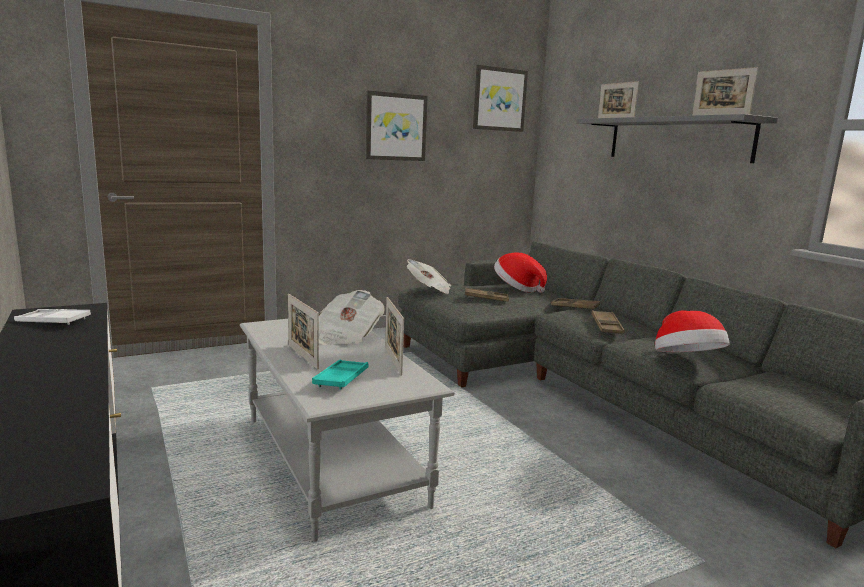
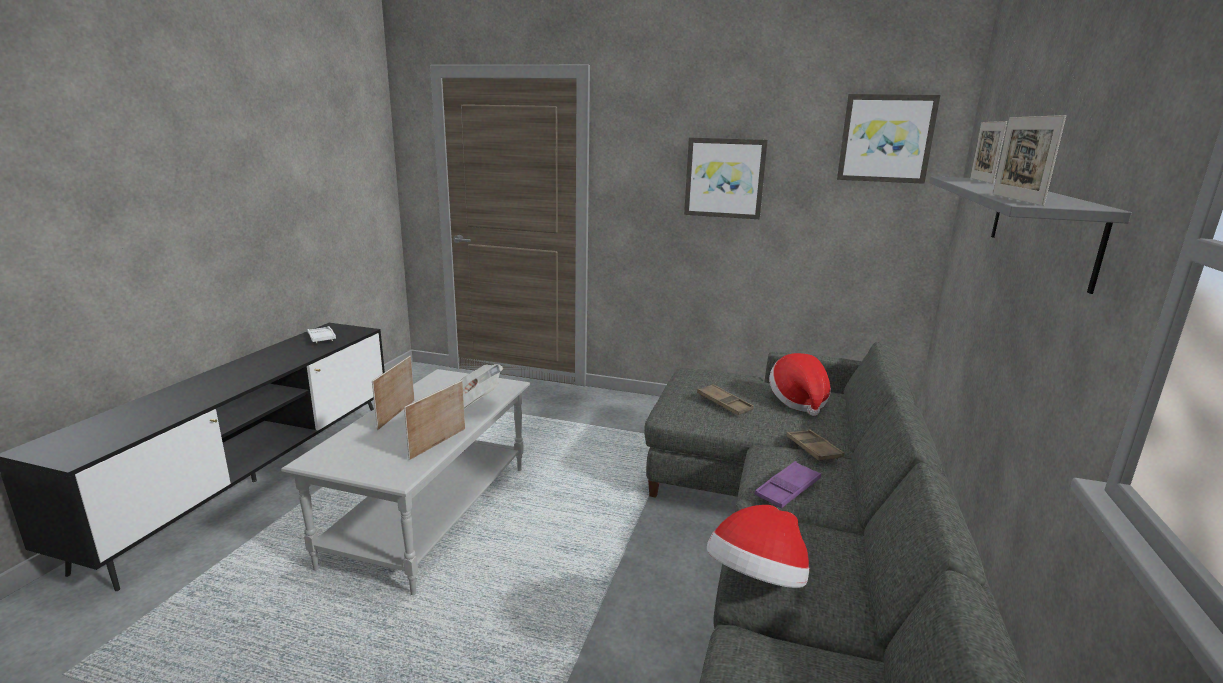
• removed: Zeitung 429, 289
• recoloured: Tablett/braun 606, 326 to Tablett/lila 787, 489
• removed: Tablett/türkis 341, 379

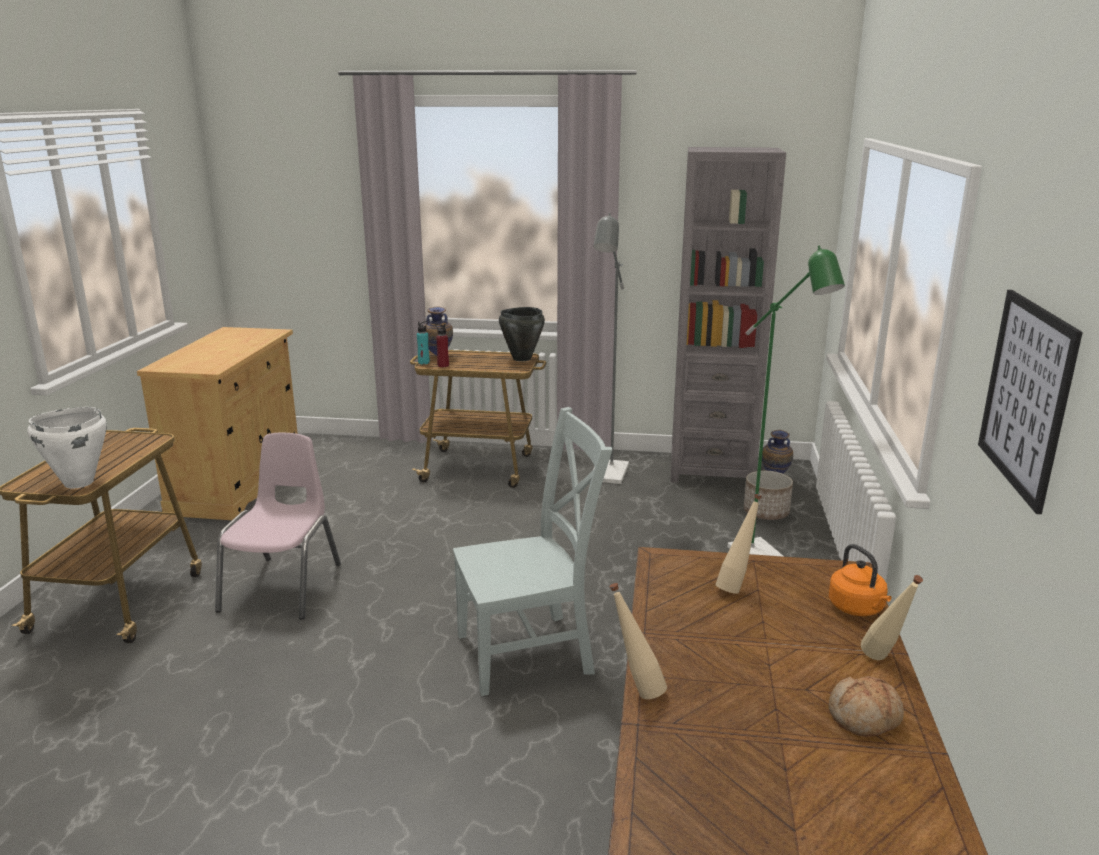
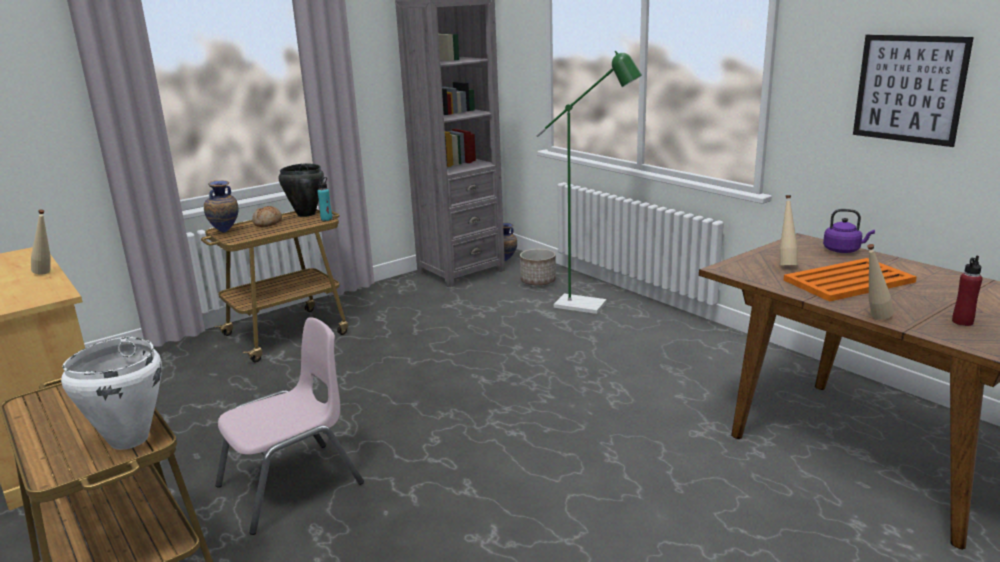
• removed: Stehlampe/grau 607, 476
• moved: Flasche/türkis 424, 362 to 326, 219
• moved: Flasche/rot 443, 365 to 962, 322
• removed: Stuhl/grau 530, 652
• turned: Stuhl/rosa 283, 587 = 291, 485 90 degrees clockwise
• recoloured: Wasserkessel/orange 858, 609 to Wasserkessel/lila 843, 250
• moved: Flasche/beige 884, 662 to 48, 273
• moved: Brot 865, 718 to 268, 223
• added: Tablett/orange 847, 281

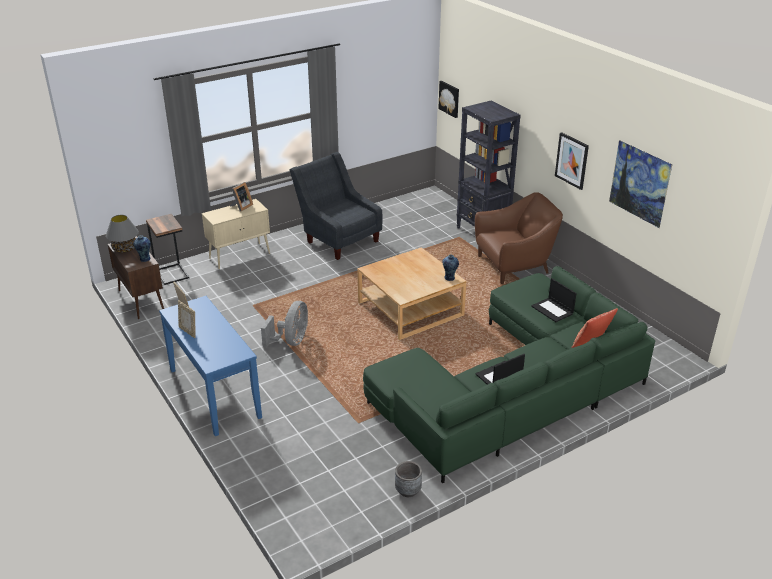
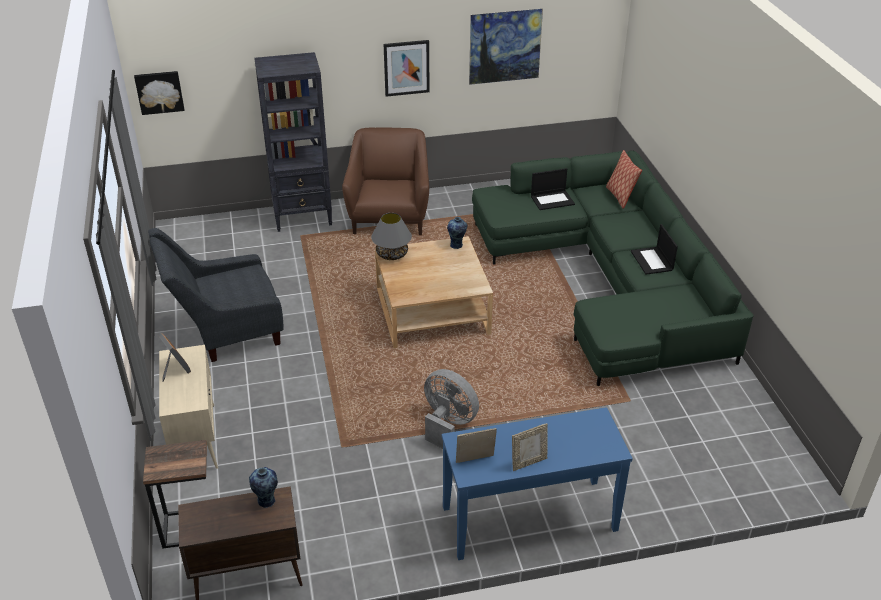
• moved: Tischlampe/grau 125, 248 to 392, 254
• removed: Pflanzkübel/grau 408, 490

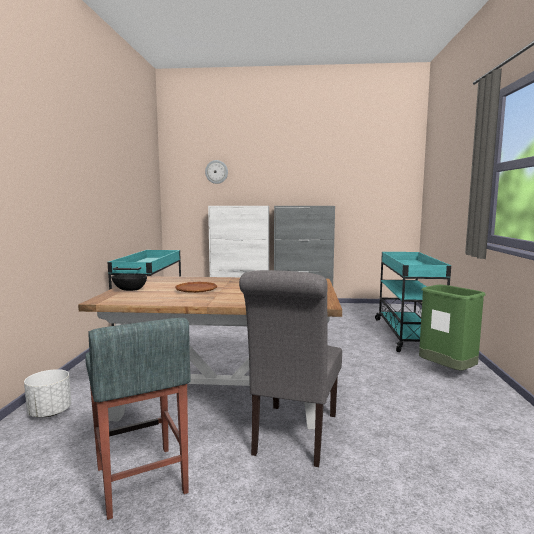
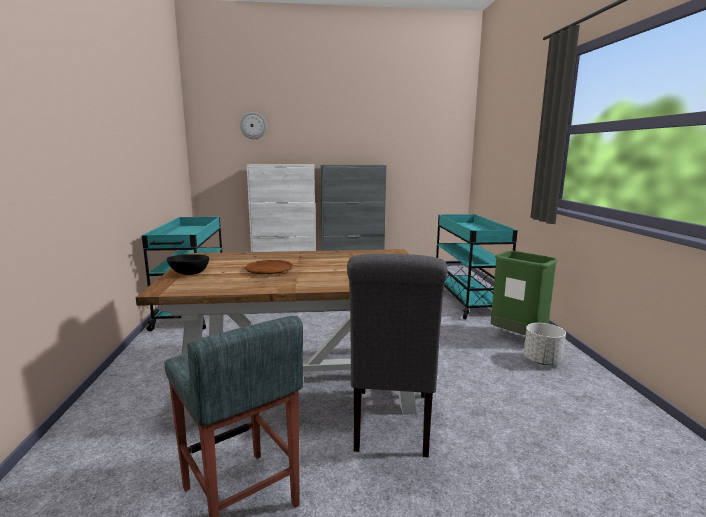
• moved: Pflanzkübel/weiß 49, 412 to 541, 361

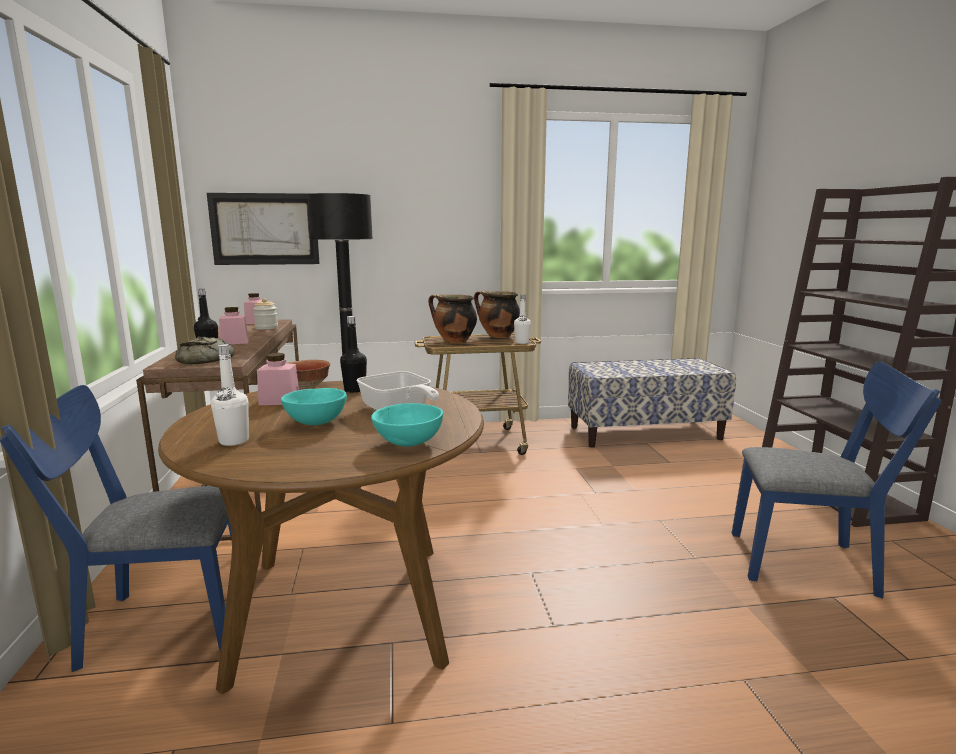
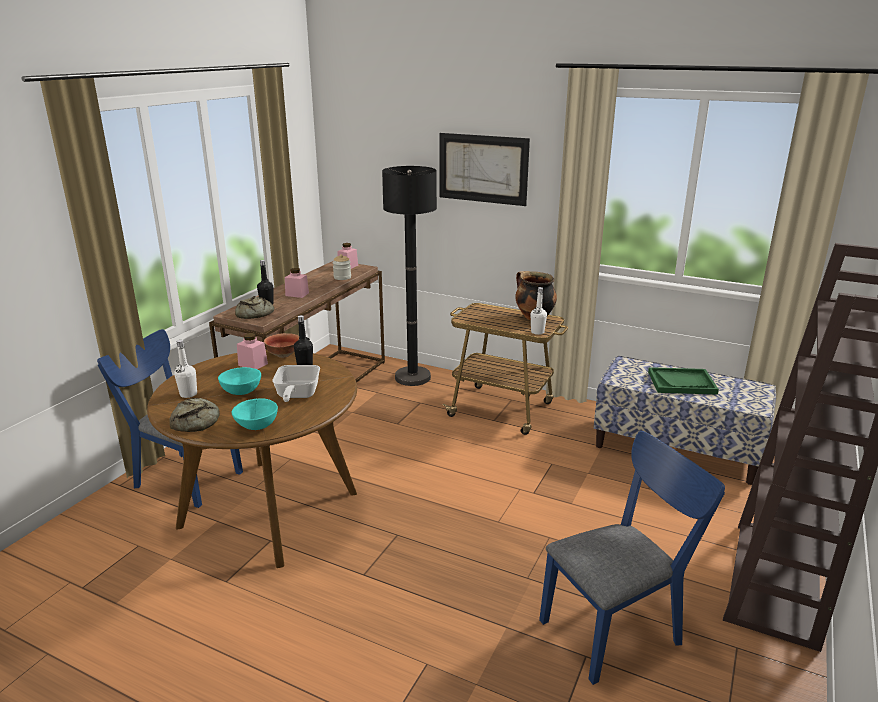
• moved: Bild 264, 229 to 482, 169
• removed: Kochtopf 453, 341
• turned: Stuhl/blau 813, 563 = 618, 627 75 degrees counterclockwise
• added: Tablett/grün 682, 383
• added: Brot 197, 421

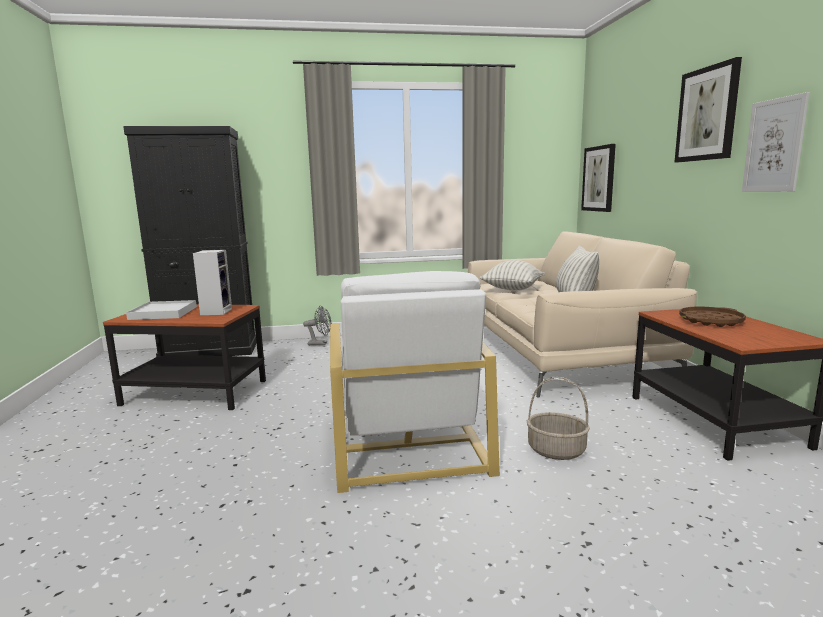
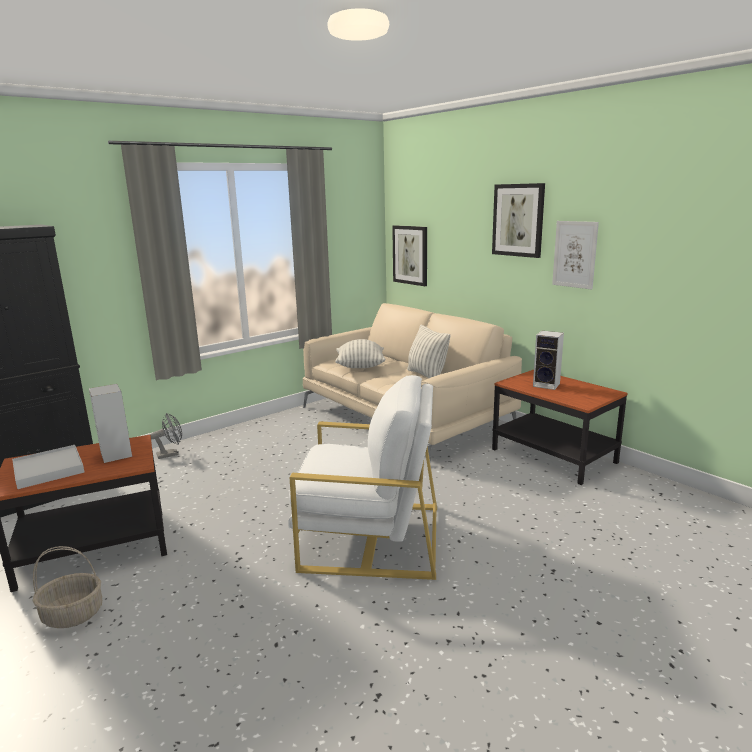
• turned: Sessel/weiß 407, 443 = 370, 536 45 degrees counterclockwise
• replaced: Tablett/braun 711, 321 to Lautsprecher 547, 385
• moved: Korb 557, 450 to 73, 614

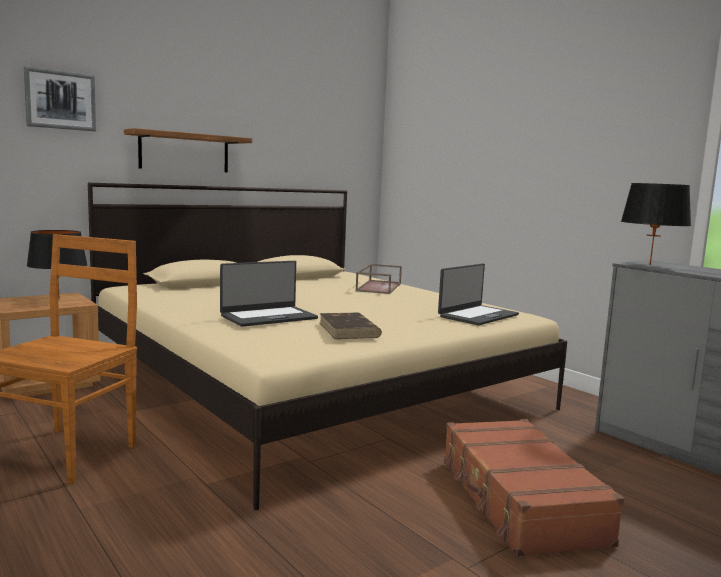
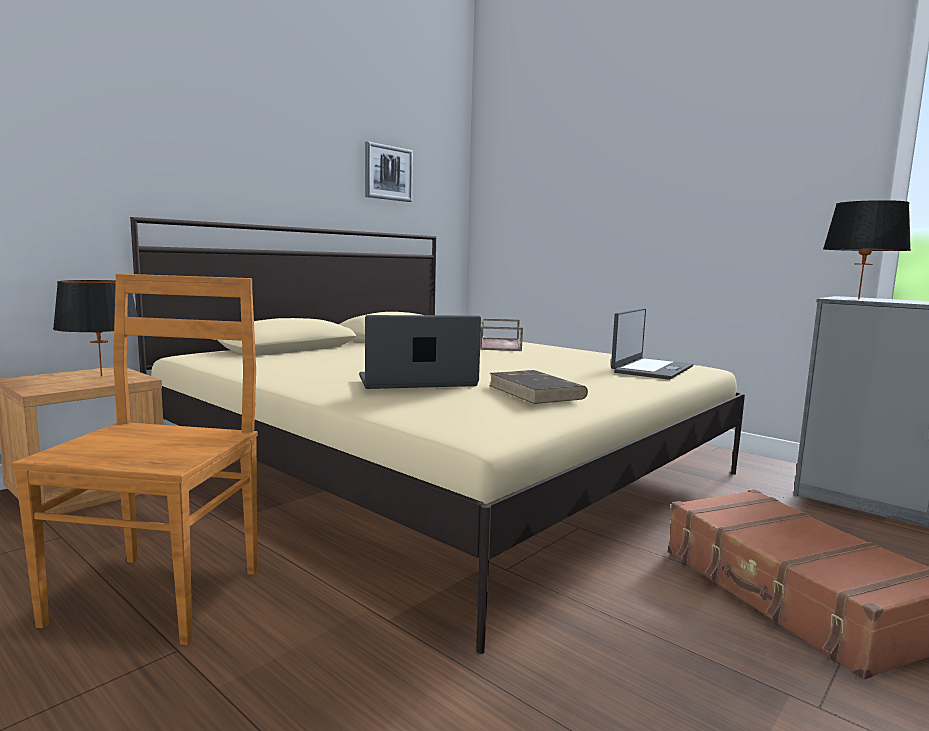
• moved: Bild 60, 100 to 388, 173
• removed: Wandregal 184, 152
• turned: Laptop 268, 317 = 417, 381 150 degrees counterclockwise

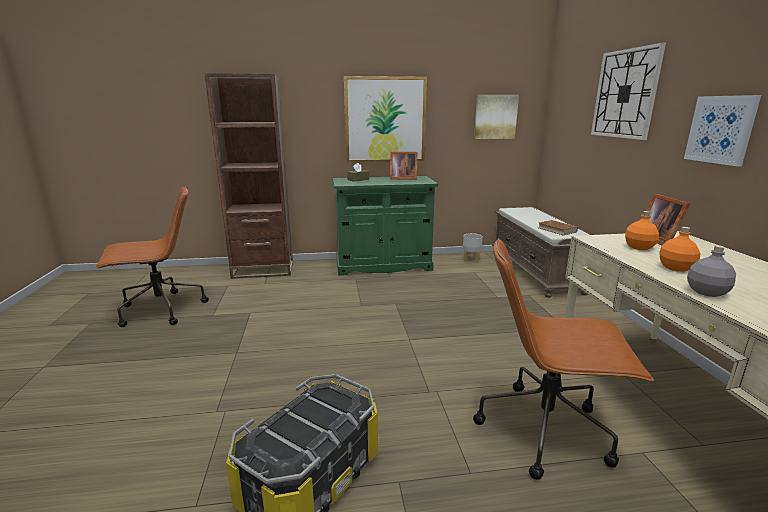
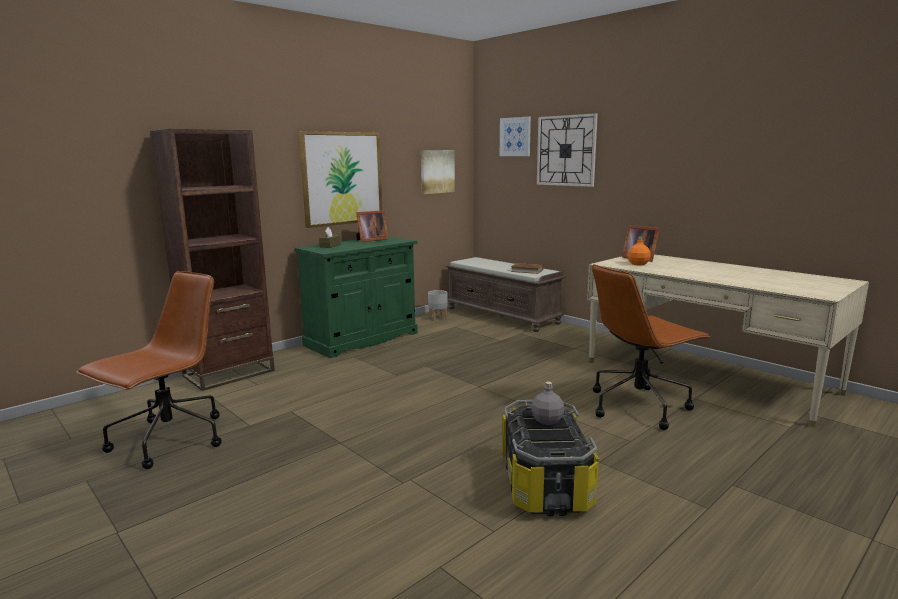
• moved: Bild 721, 129 to 515, 137
• removed: Flasche/orange 676, 268
• moved: Flasche/grau 707, 292 to 547, 421

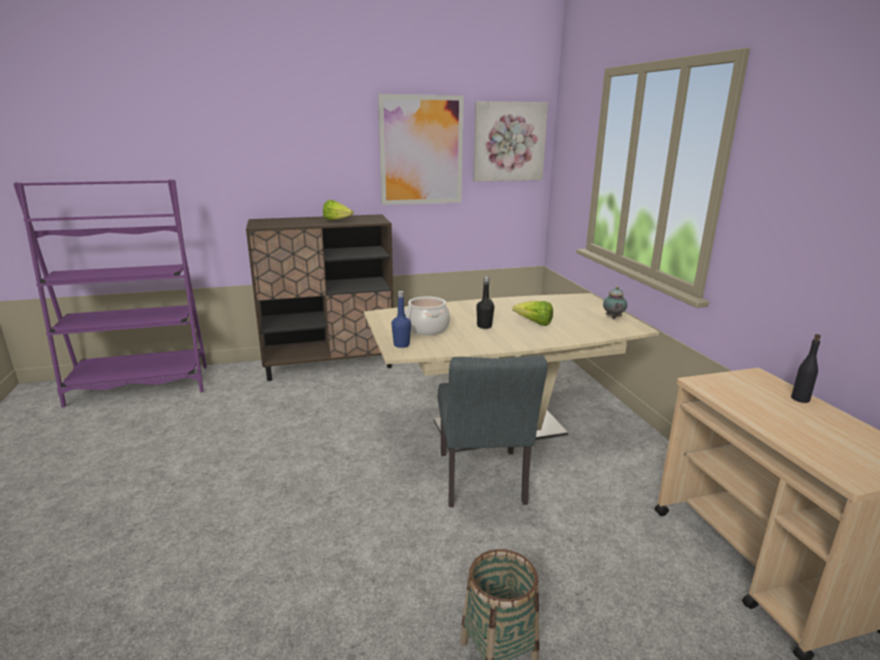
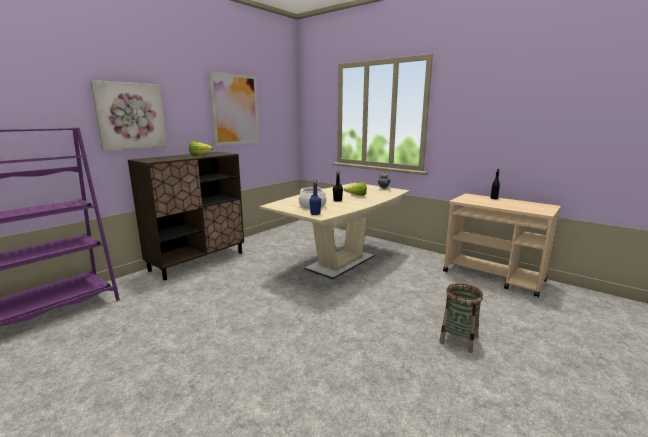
• moved: Bild 508, 142 to 130, 116
• removed: Stuhl/grau 483, 483

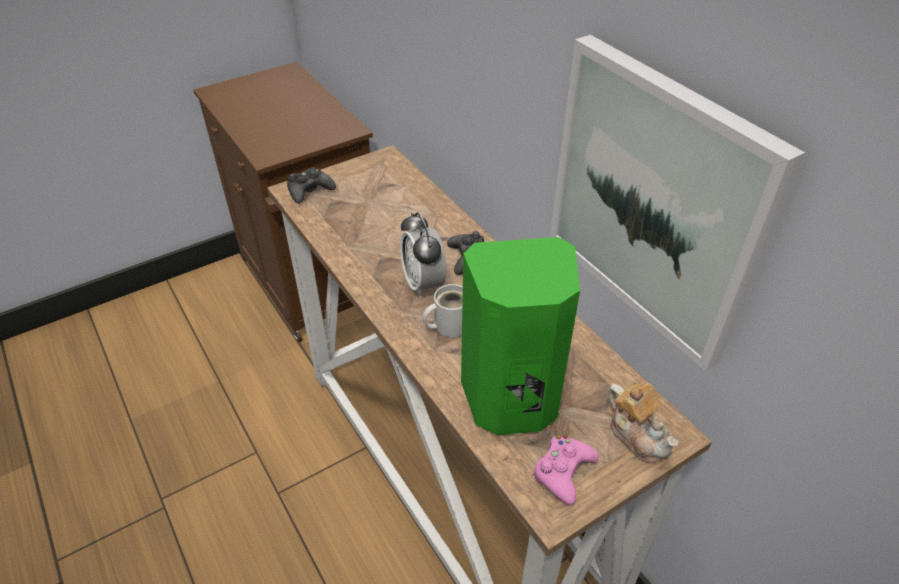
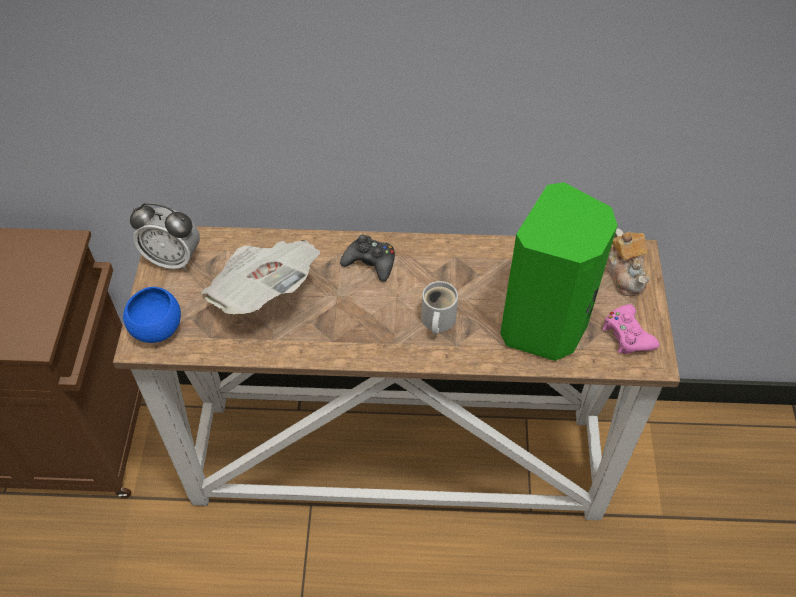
• removed: Bild 655, 201
• replaced: Gamepad/schwarz 309, 191 to Schüssel/blau 157, 328
• moved: Wecker 423, 283 to 173, 259
• turned: Teekanne 638, 435 = 626, 274 75 degrees clockwise
• added: Zeitung 263, 291

